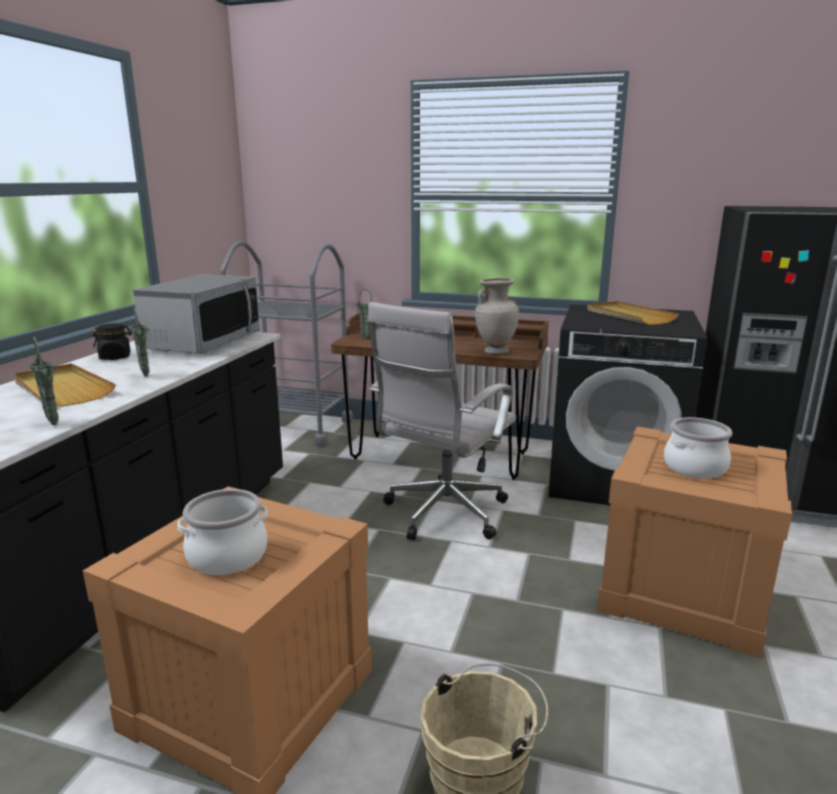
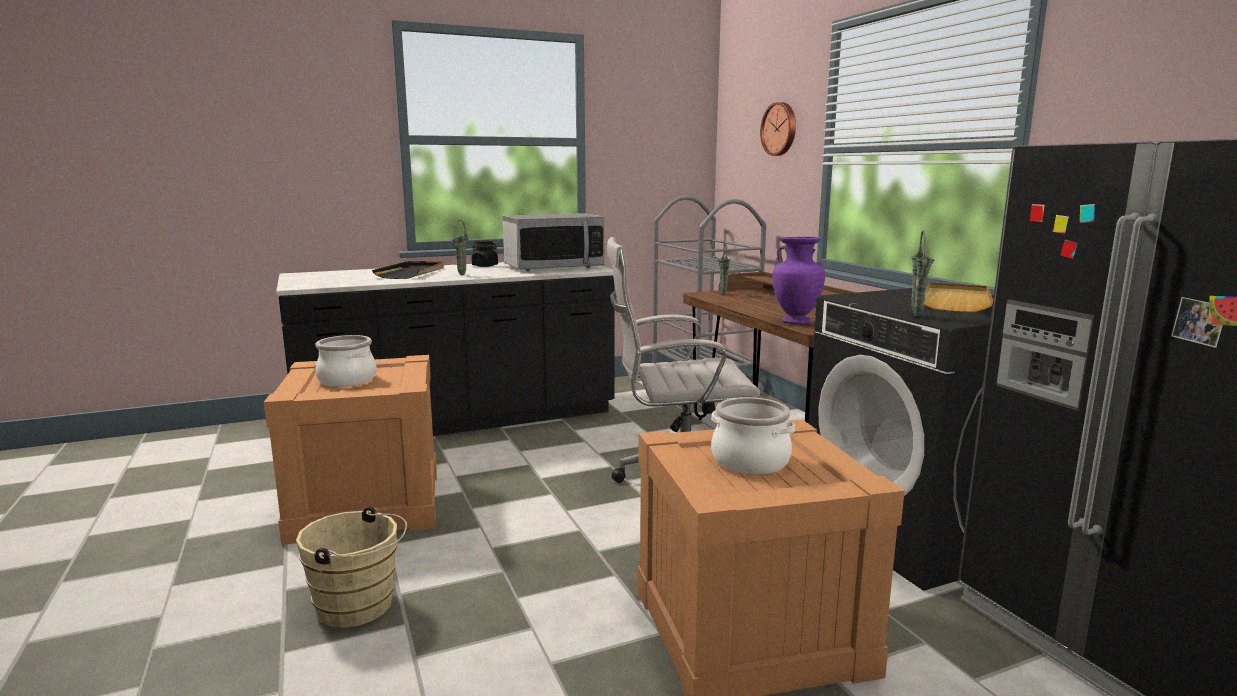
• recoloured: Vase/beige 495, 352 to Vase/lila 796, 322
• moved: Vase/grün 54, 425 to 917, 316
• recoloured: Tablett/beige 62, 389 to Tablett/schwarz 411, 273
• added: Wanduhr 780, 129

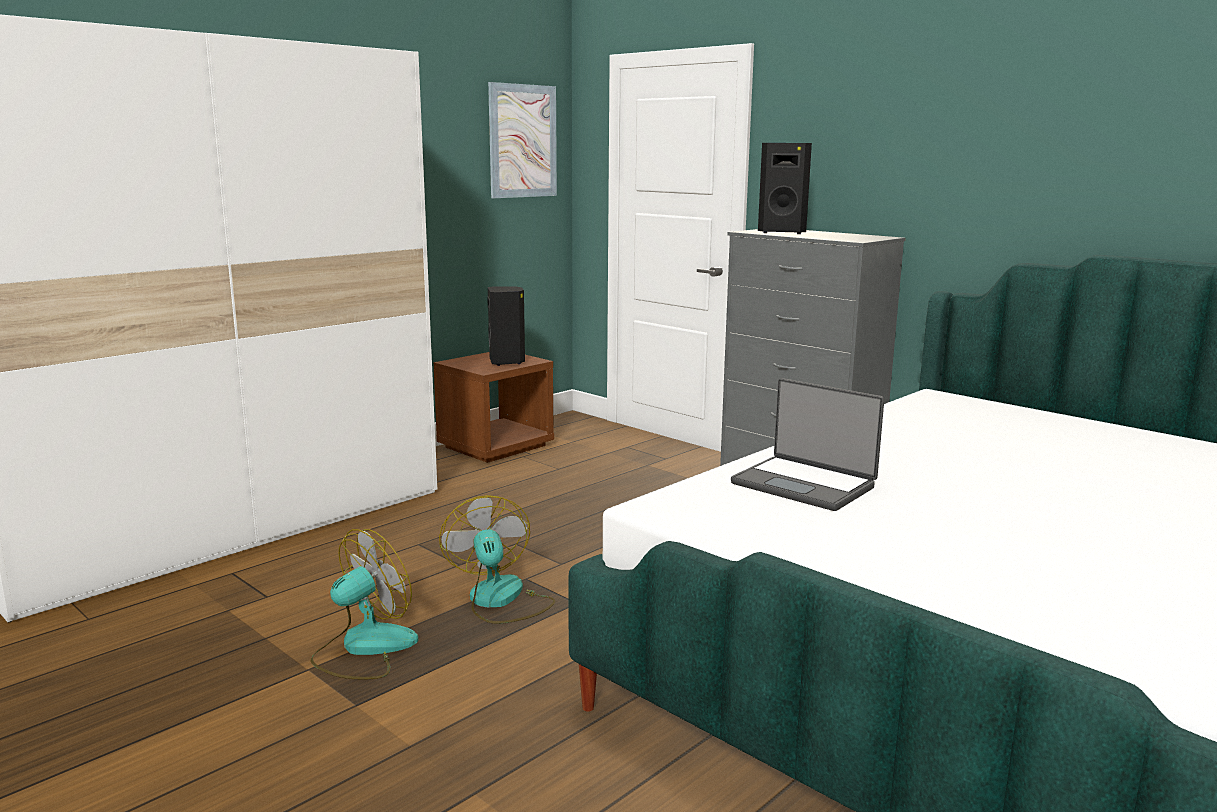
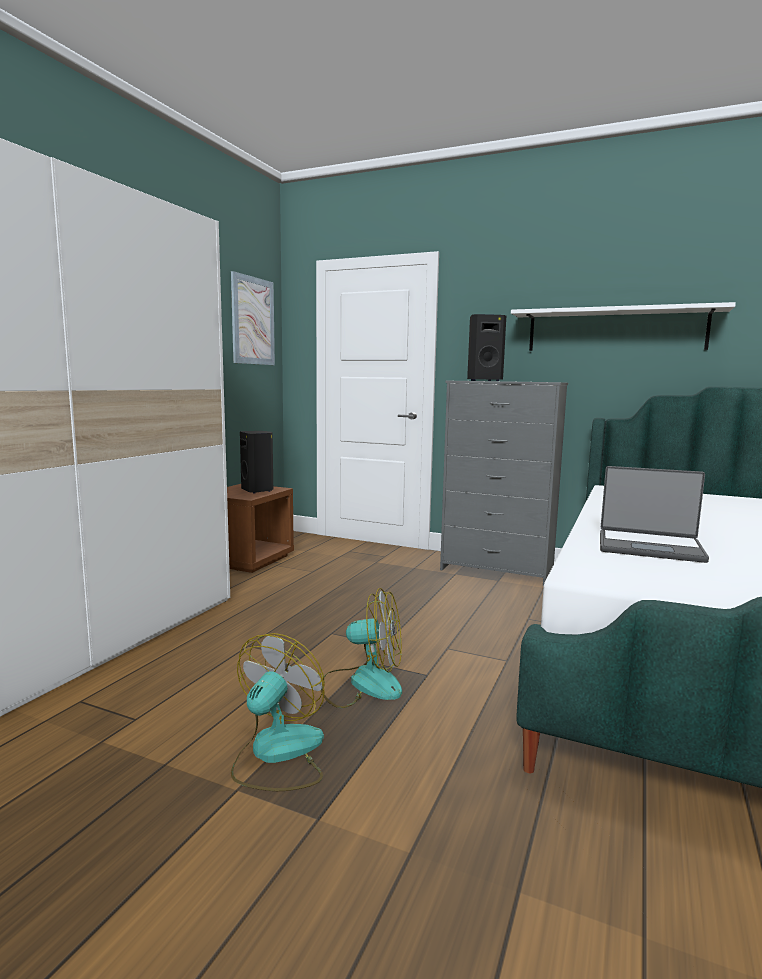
• turned: Ventilator 500, 600 = 363, 684 135 degrees clockwise
• added: Wandregal/weiß 615, 330

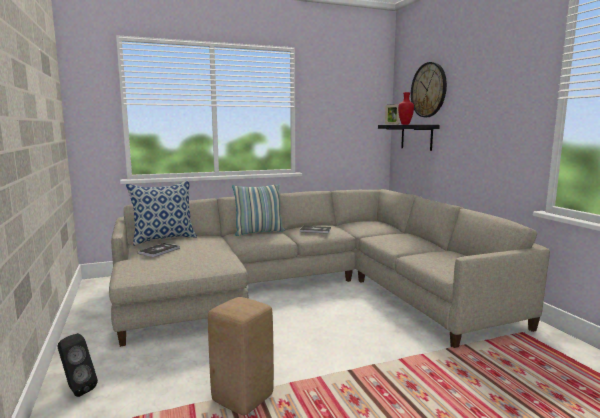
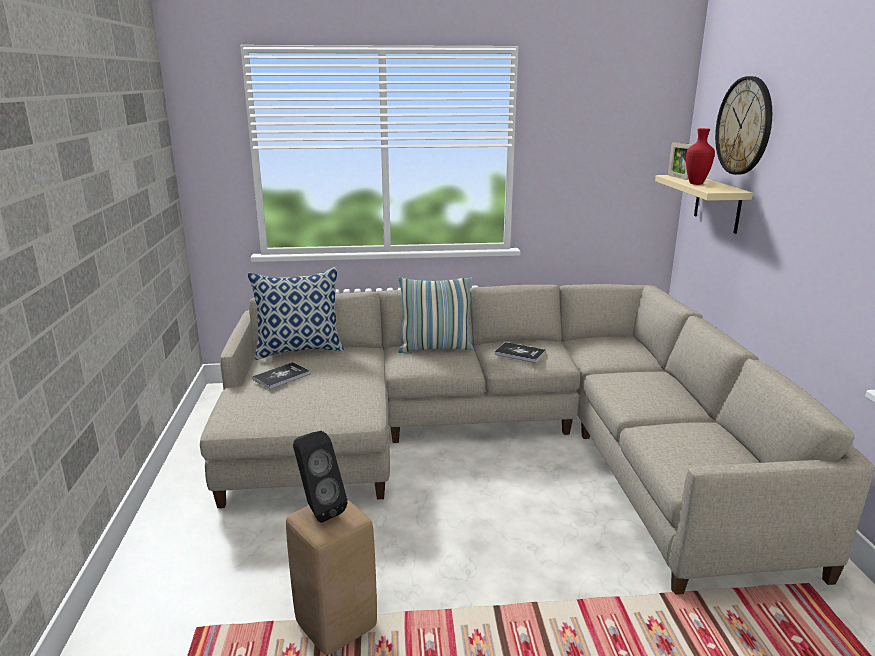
• recoloured: Wandregal/schwarz 416, 137 to Wandregal/beige 717, 203
• moved: Lautsprecher/schwarz 77, 390 to 318, 509

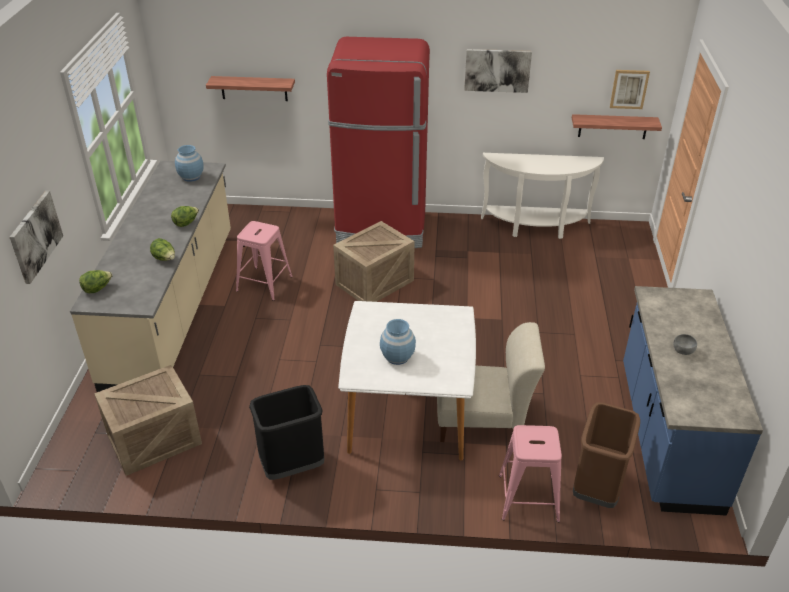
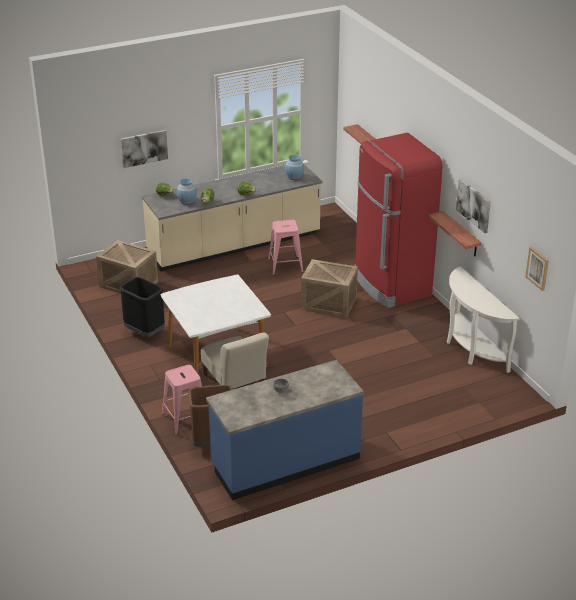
• moved: Wandregal 613, 126 to 461, 234
• moved: Vase/blau 397, 357 to 187, 201

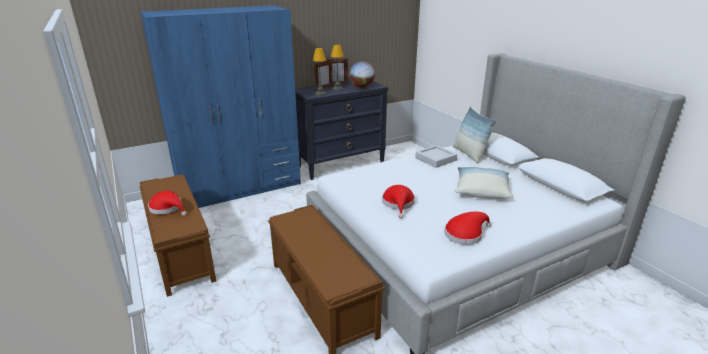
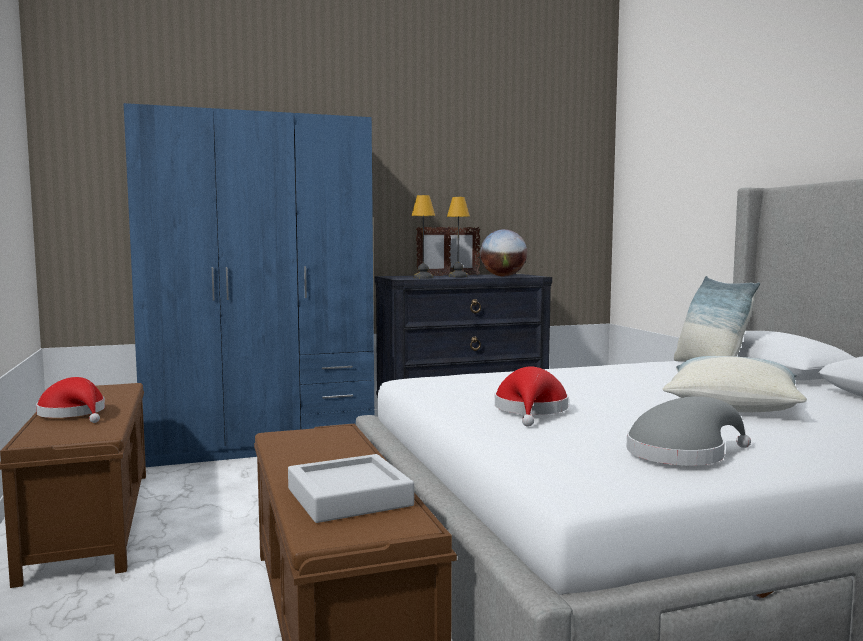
• moved: Tablett/grau 435, 159 to 349, 497
• recoloured: Hut/rot 465, 234 to Hut/grau 681, 454

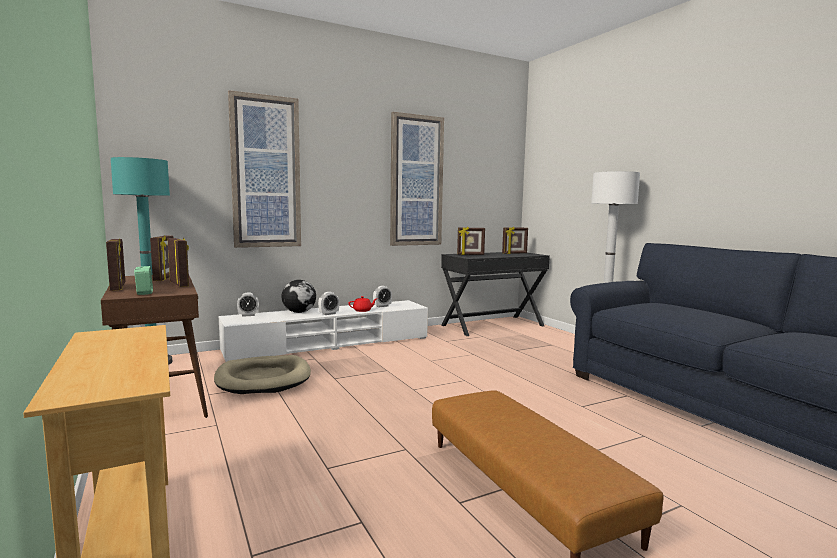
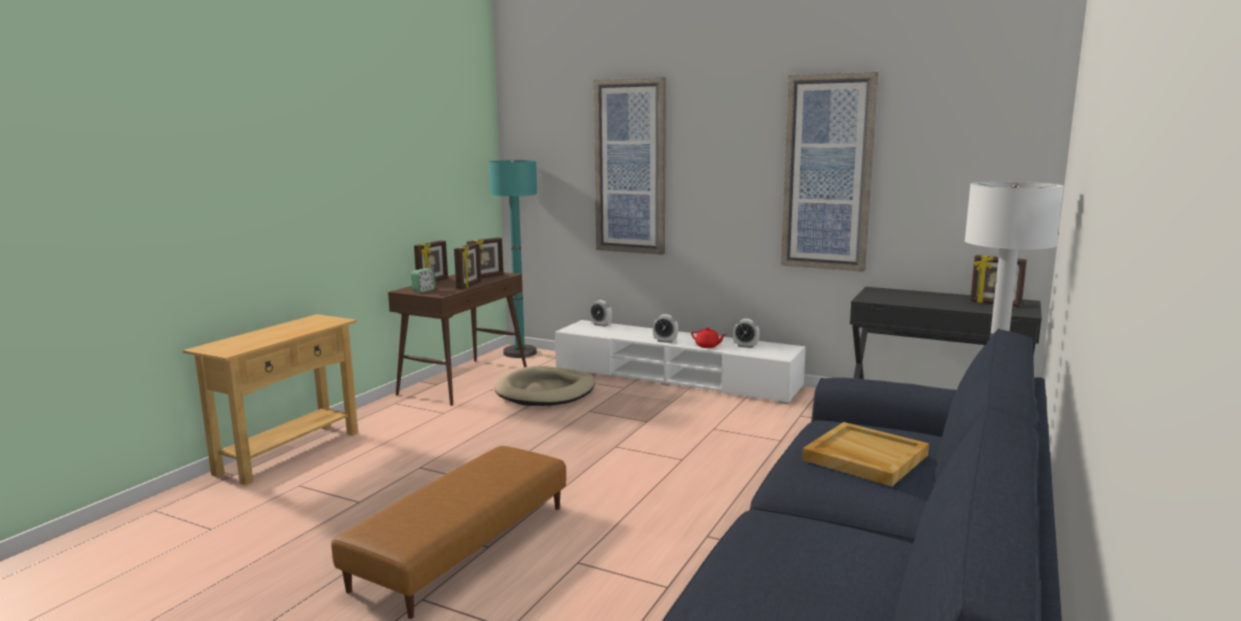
• removed: Bilderrahmen 470, 254
• removed: Globus 299, 312
• added: Tablett/beige 864, 457

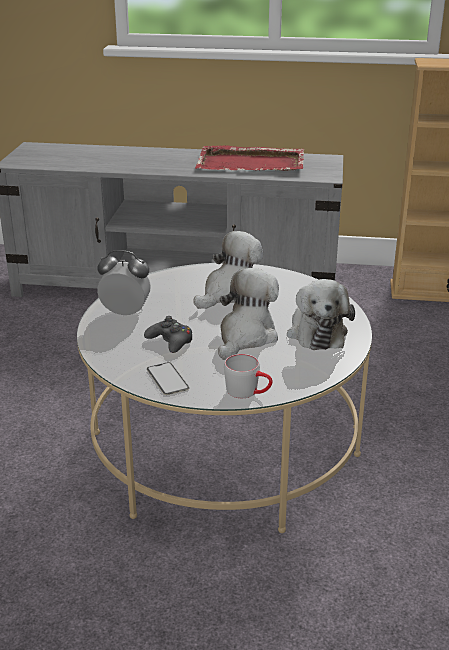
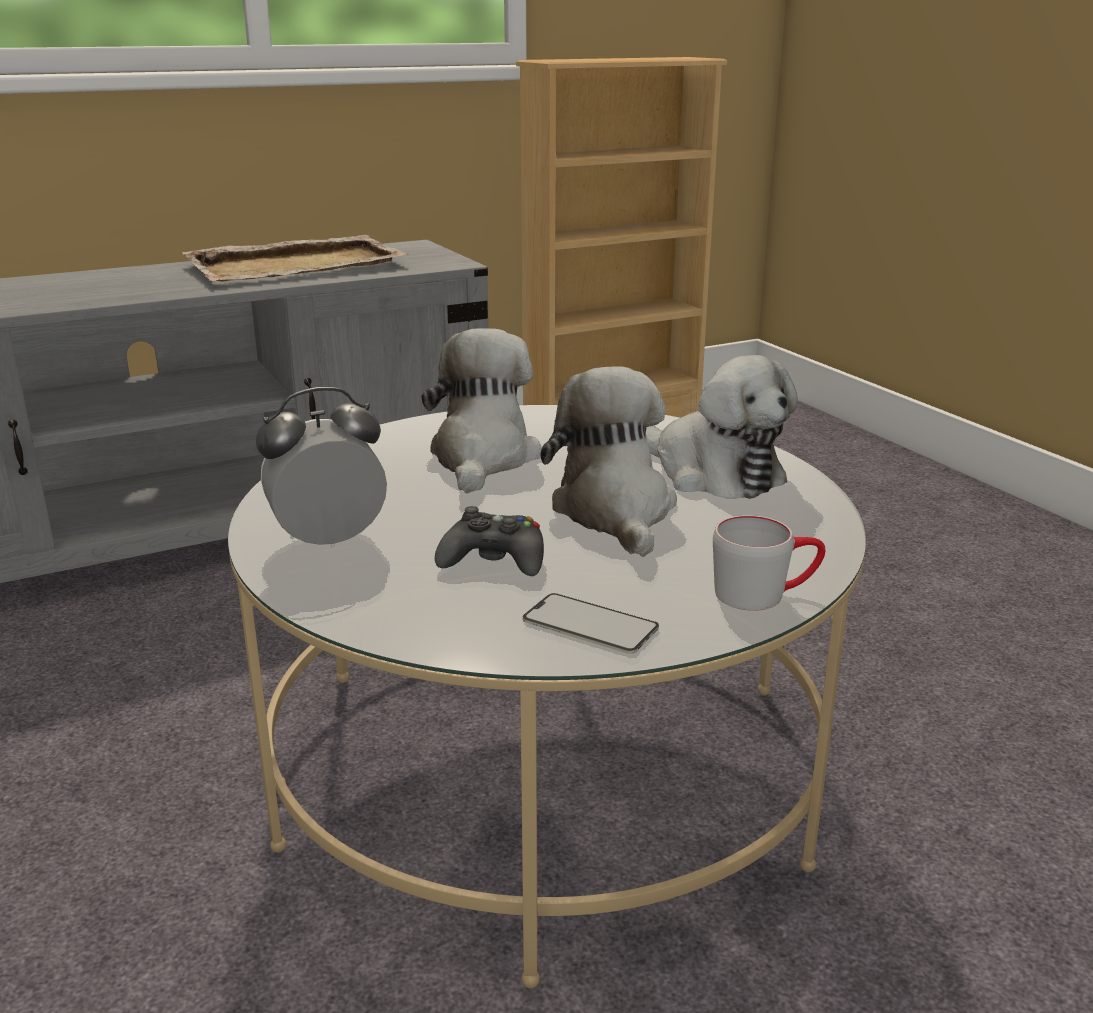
• recoloured: Tablett/rot 252, 163 to Tablett/beige 298, 266

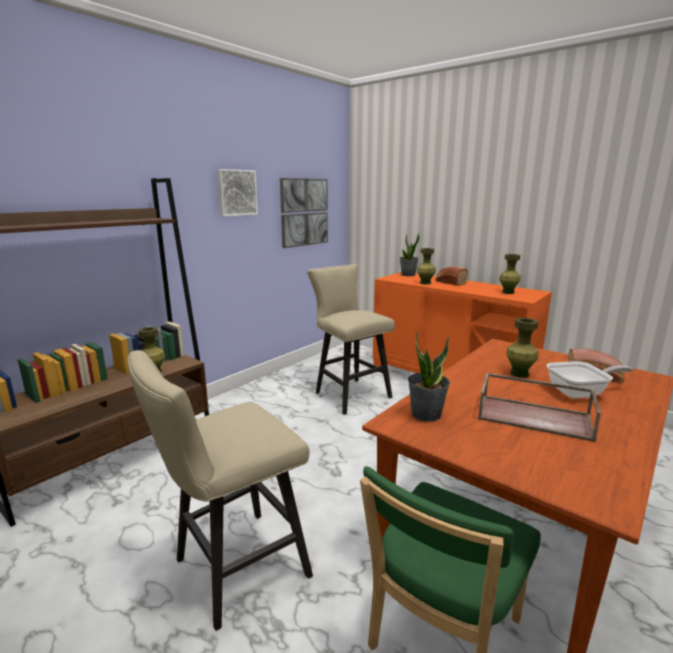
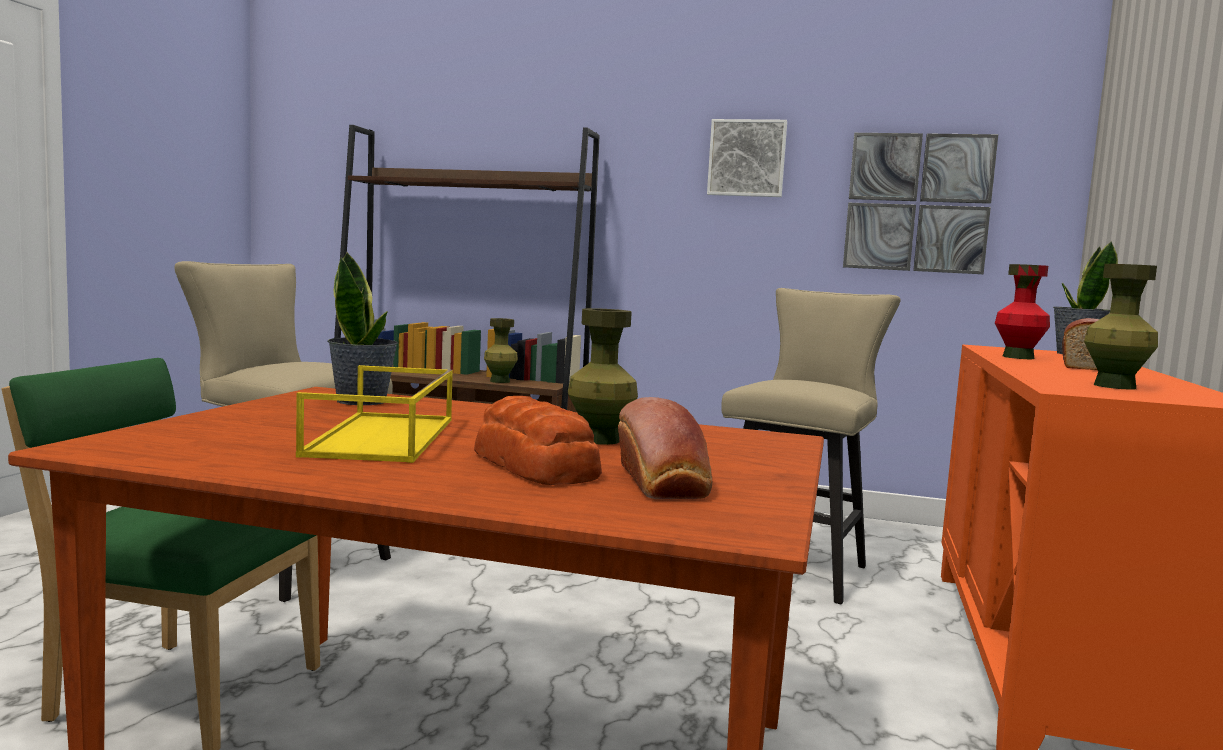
• recoloured: Vase/grün 425, 283 to Vase/rot 1017, 357
• replaced: Pfanne 580, 393 to Brot 535, 466
• recoloured: Tablett/braun 535, 417 to Tablett/gelb 384, 437

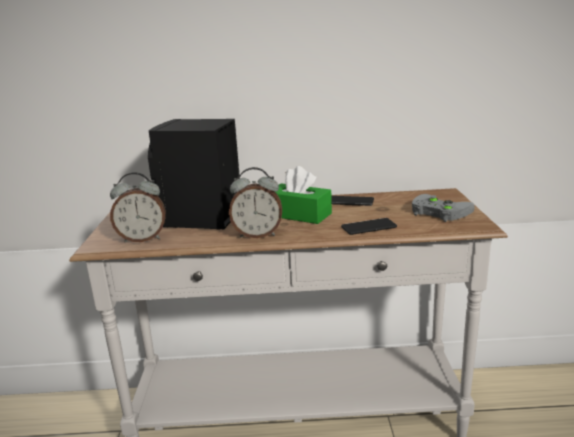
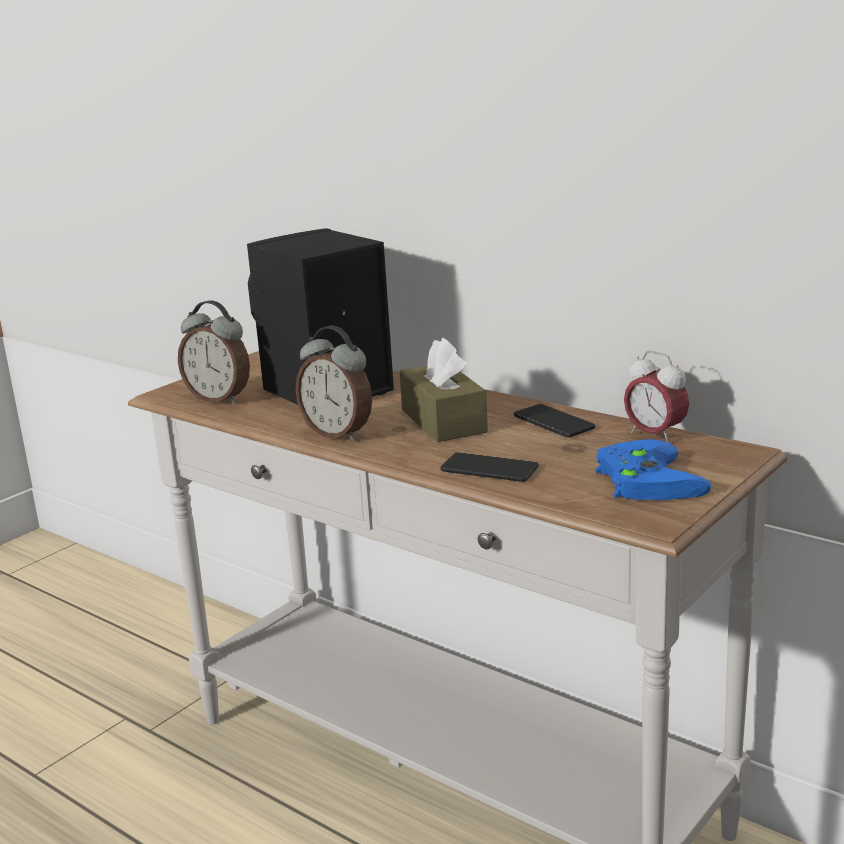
• recoloured: Taschentuchbox/grün 299, 214 to Taschentuchbox/braun 443, 421
• recoloured: Gamepad/grau 437, 211 to Gamepad/blau 643, 478
• added: Wecker 655, 435

